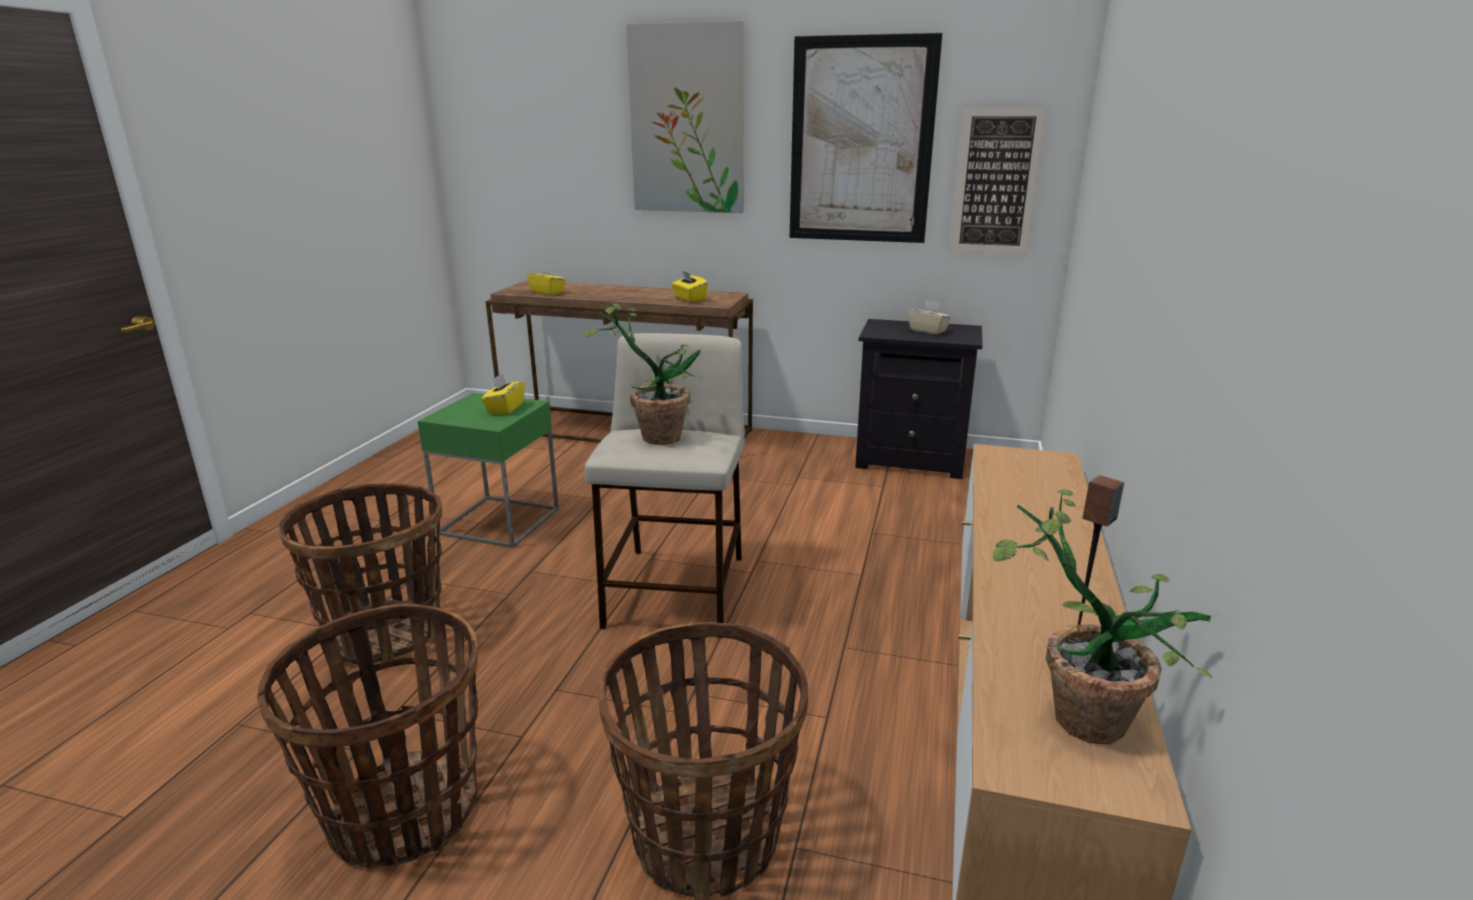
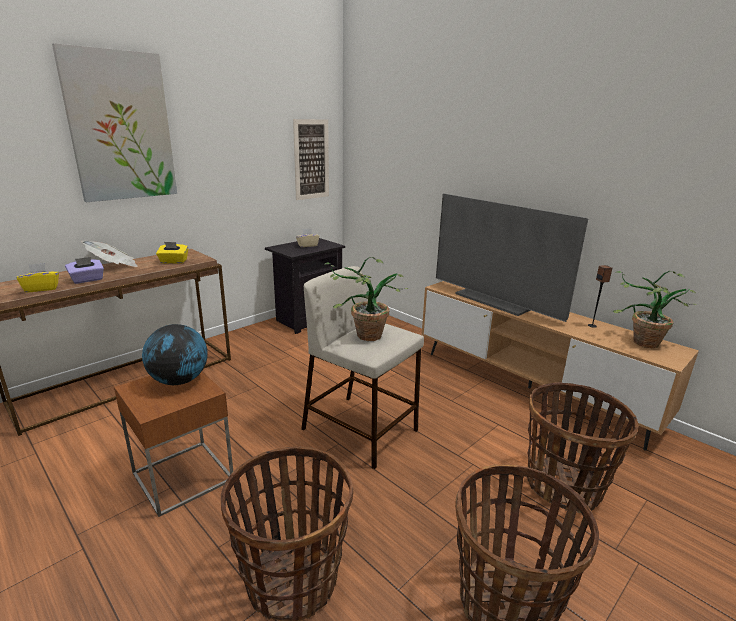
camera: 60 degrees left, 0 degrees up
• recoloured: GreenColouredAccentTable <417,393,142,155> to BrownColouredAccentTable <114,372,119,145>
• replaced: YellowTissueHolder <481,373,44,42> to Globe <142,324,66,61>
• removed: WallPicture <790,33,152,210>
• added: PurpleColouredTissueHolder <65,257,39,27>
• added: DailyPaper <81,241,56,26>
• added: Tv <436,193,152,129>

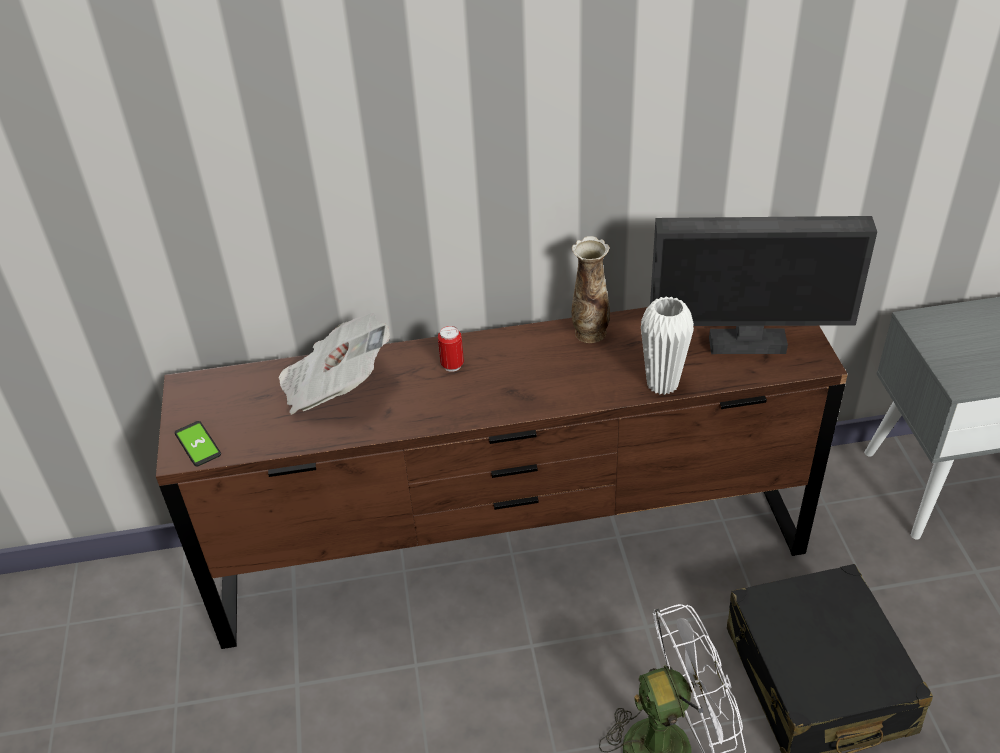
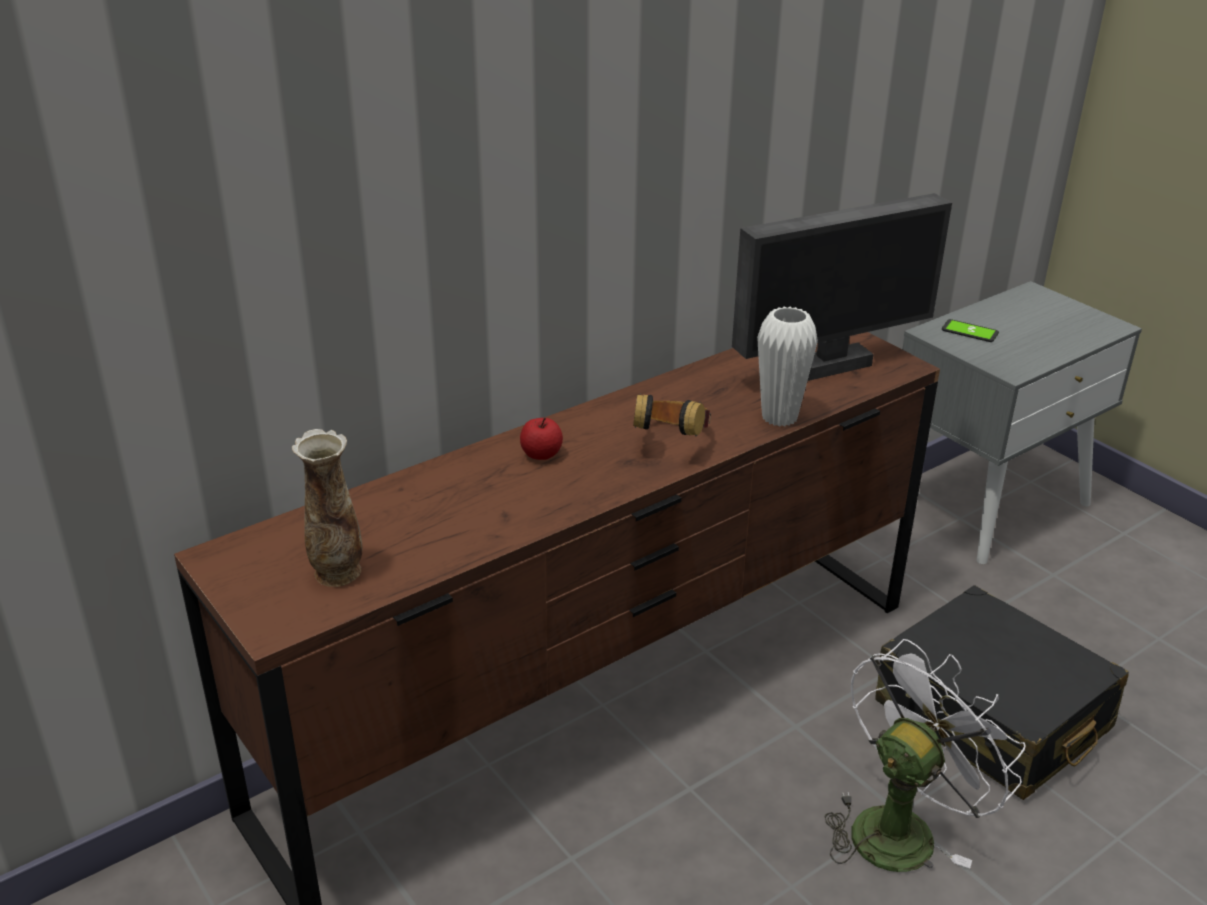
camera: 30 degrees left, 10 degrees down
• moved: Telephone <175,421,46,45> to <942,319,57,23>
• removed: DailyPaper <278,313,112,102>
• replaced: Can <438,326,26,46> to AppleFruit <520,417,43,43>
• moved: FlowerVase <572,236,38,107> to <292,429,70,158>
• added: Headphones <633,394,78,42>

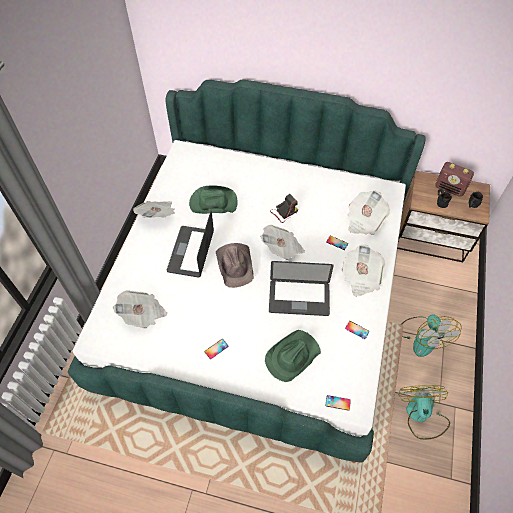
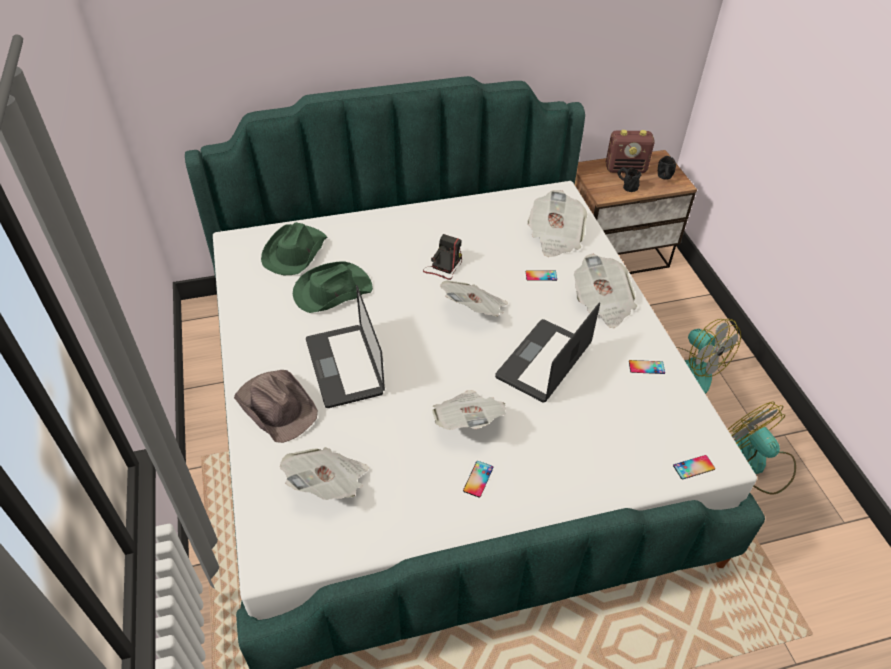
camera: 30 degrees left, 10 degrees down
• moved: DailyPaper <133,201,42,17> to <432,390,74,40>
• moved: BrownColouredClothingHat <216,243,38,45> to <234,370,84,73>
• moved: GreenColouredClothingHat <265,330,56,52> to <261,222,67,53>
• turned: Laptop <269,261,65,55> = <495,302,105,100> 150 degrees clockwise

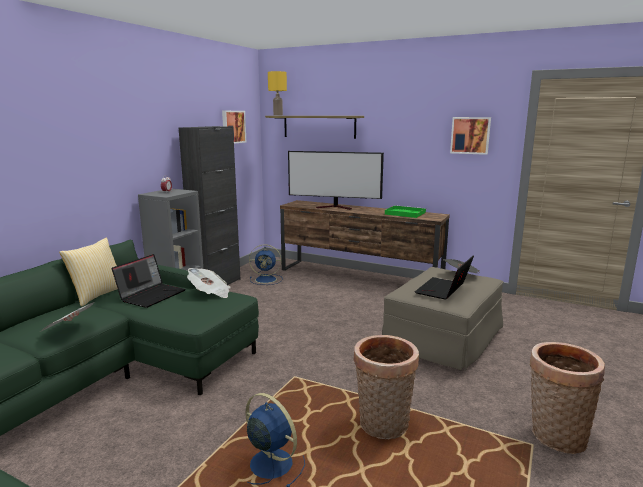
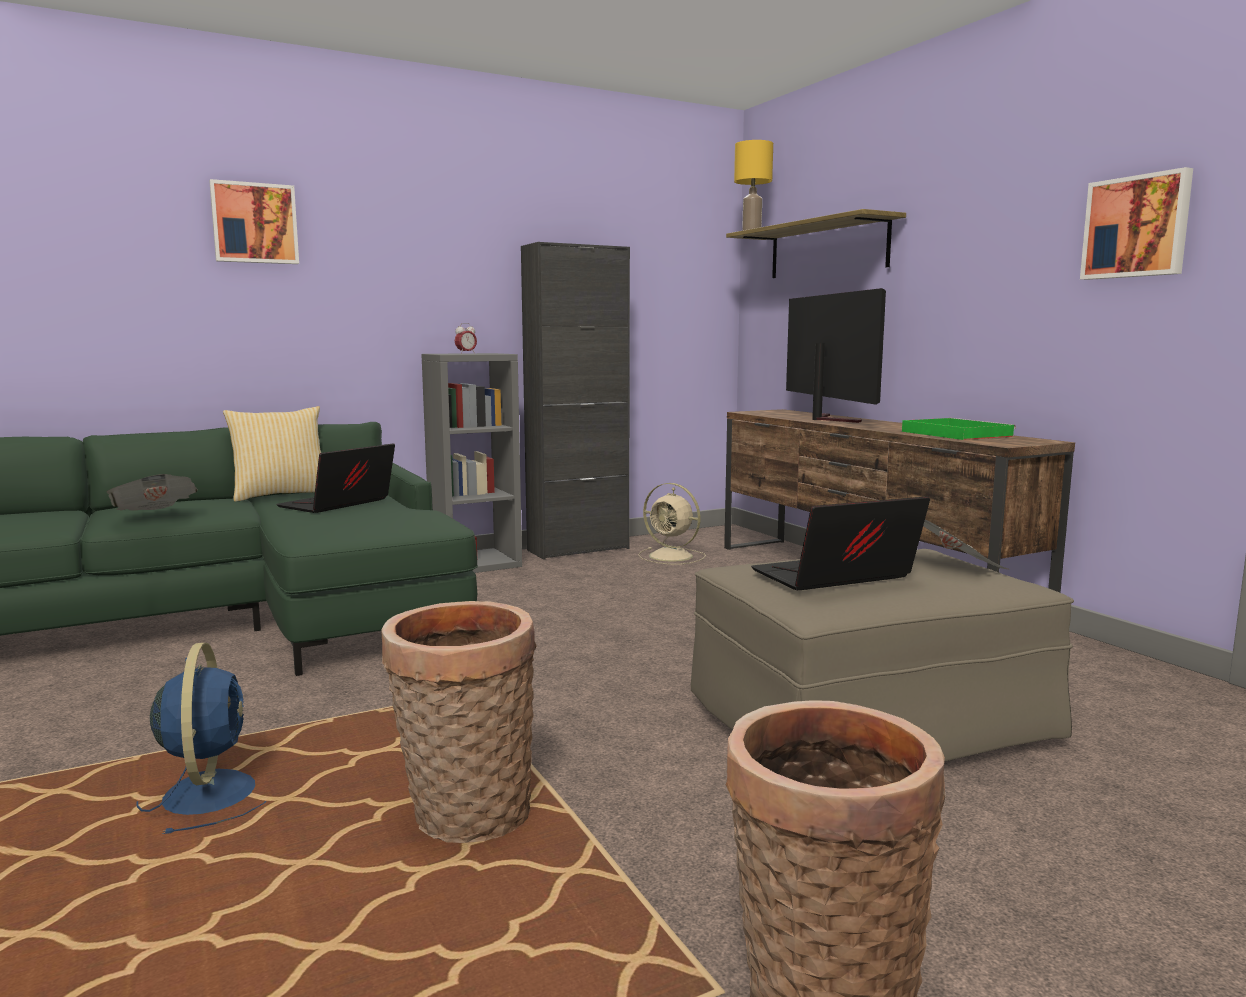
camera: 35 degrees right, 5 degrees down
• turned: Laptop <112,254,74,54> = <276,443,119,70> 150 degrees clockwise
• removed: DailyPaper <187,268,44,30>
• moved: WallPicture <222,111,24,33> to <209,179,90,85>
• recoloured: BlueColouredFan <249,244,33,41> to BeigeColouredFan <638,483,68,82>
• turned: Tv <288,151,96,59> = <786,288,100,135> 150 degrees counterclockwise

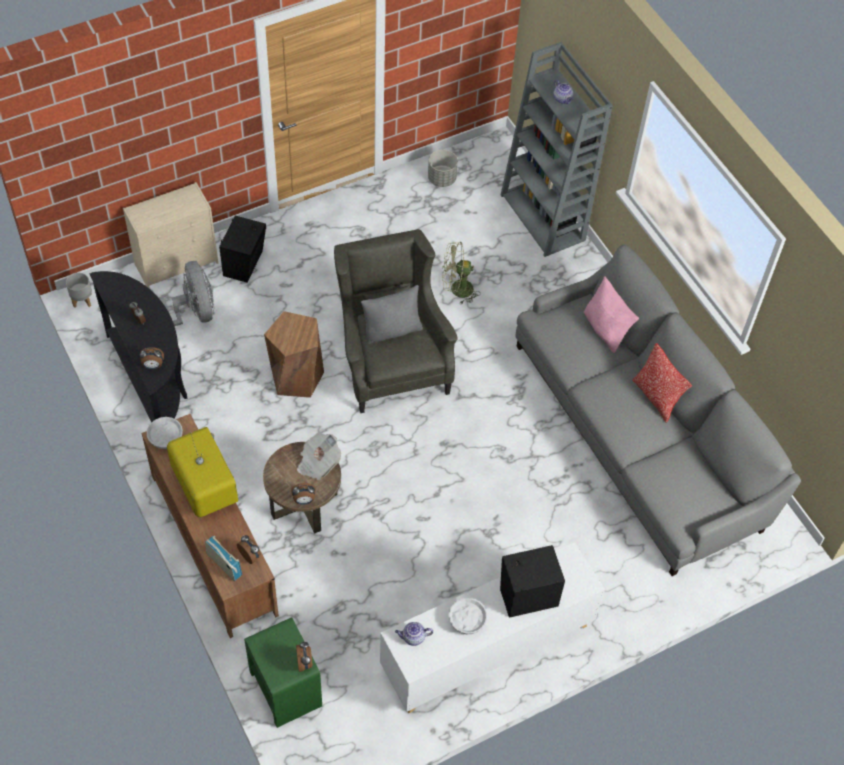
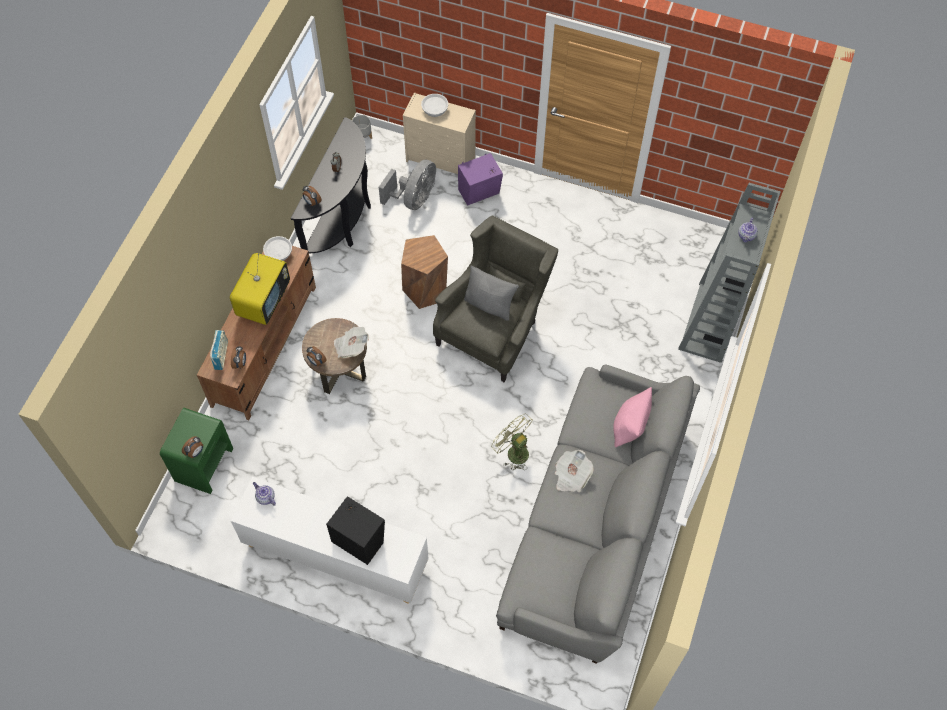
camera: 50 degrees right, 5 degrees up
• recoloured: BlackishAudioSpeaker <219,216,47,66> to PurpleColouredAudioSpeaker <458,153,45,53>
• removed: GreyishPlanter <428,150,30,37>
• moved: GreenColouredFan <442,242,39,62> to <491,414,42,56>
• moved: WhiteColouredBowl <449,598,38,36> to <421,94,27,23>
• removed: Pillow <632,343,60,80>
• added: DailyPaper <555,450,39,42>

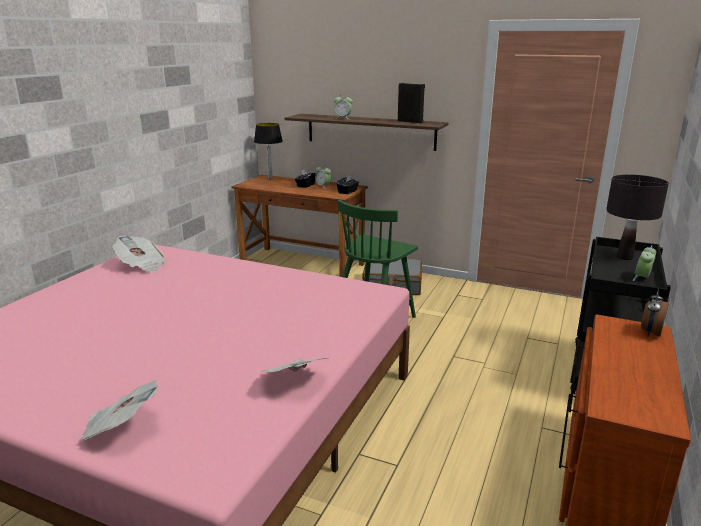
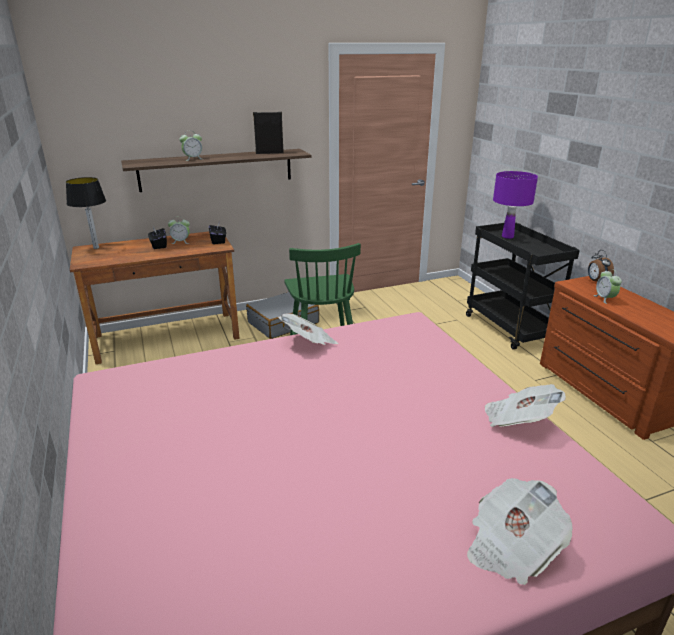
camera: 45 degrees left, 5 degrees up
• moved: DailyPaper <112,235,55,38> to <278,313,61,32>
• recoloured: BlackishLampForATable <606,175,63,85> to PurpleColouredLampForATable <493,171,45,68>
• moved: AlarmClock <633,245,23,36> to <594,269,28,35>

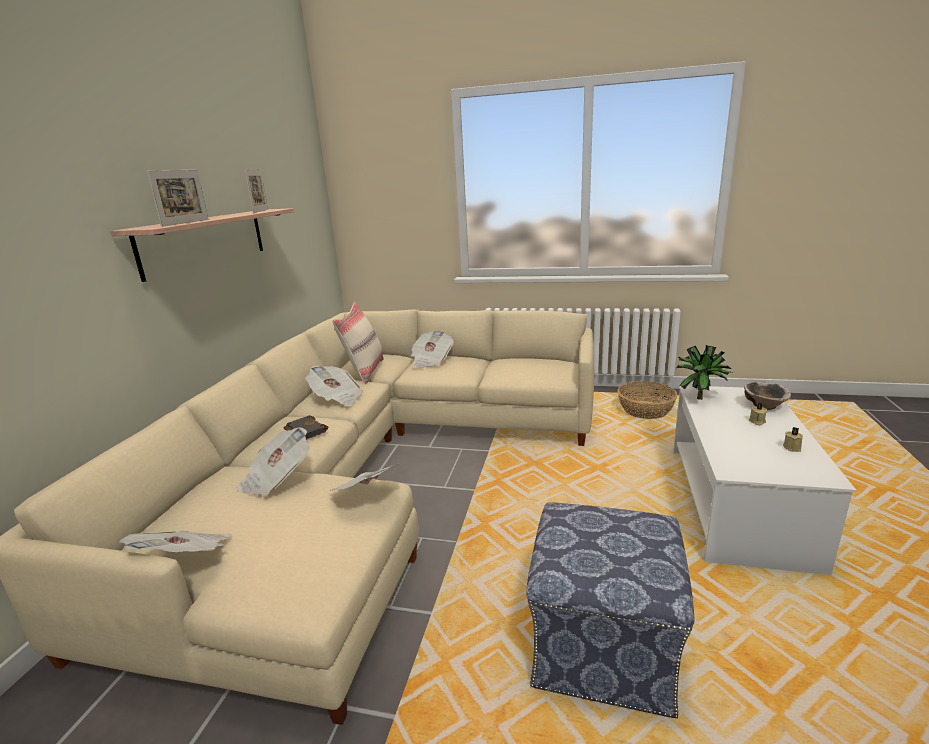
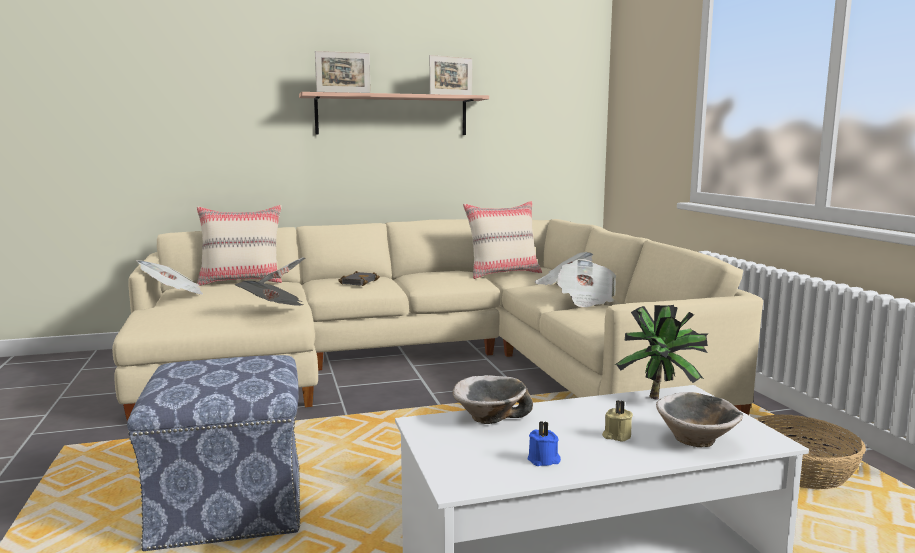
camera: 60 degrees right, 10 degrees down
• moved: DailyPaper <306,366,57,40> to <556,259,60,48>
• recoloured: BeigeColouredCandle <783,427,20,25> to BlueColouredCandle <528,421,33,45>
• added: BeigeColouredPillow <197,205,85,81>
• added: Bowl <453,375,80,49>

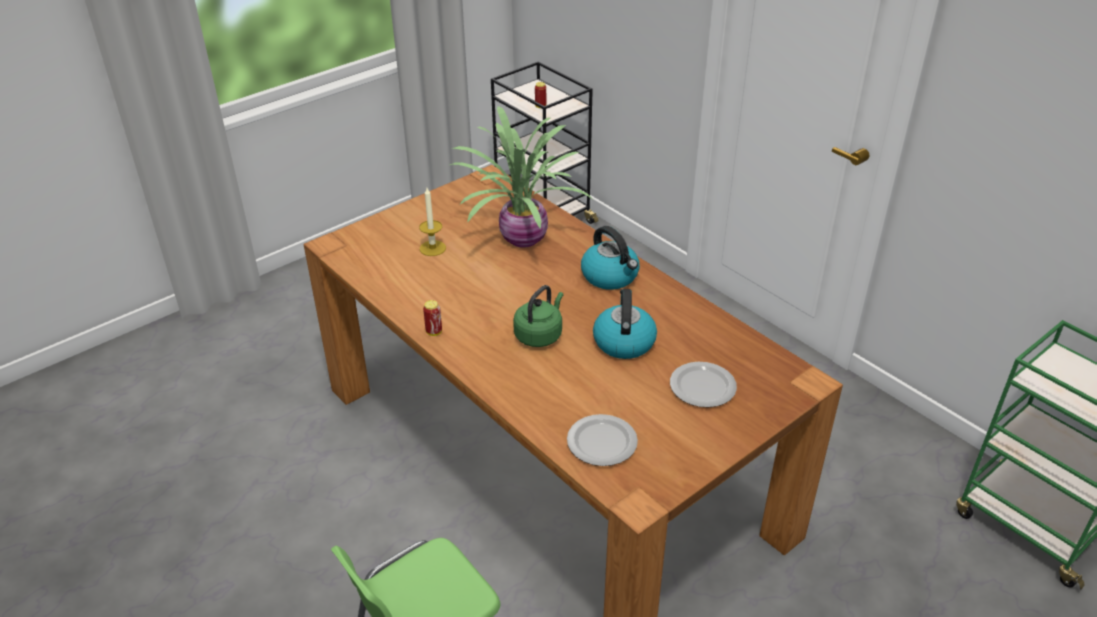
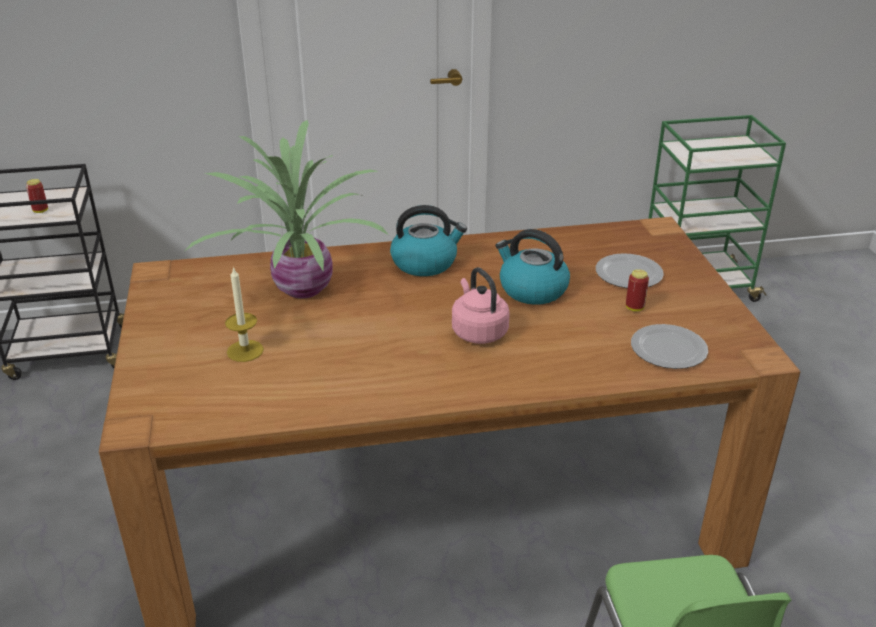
camera: 60 degrees left, 5 degrees down
• moved: Can <423,300,19,36> to <626,269,23,43>
• recoloured: GreenColouredWaterKettle <513,285,50,62> to PinkColouredWaterKettle <452,267,58,77>

